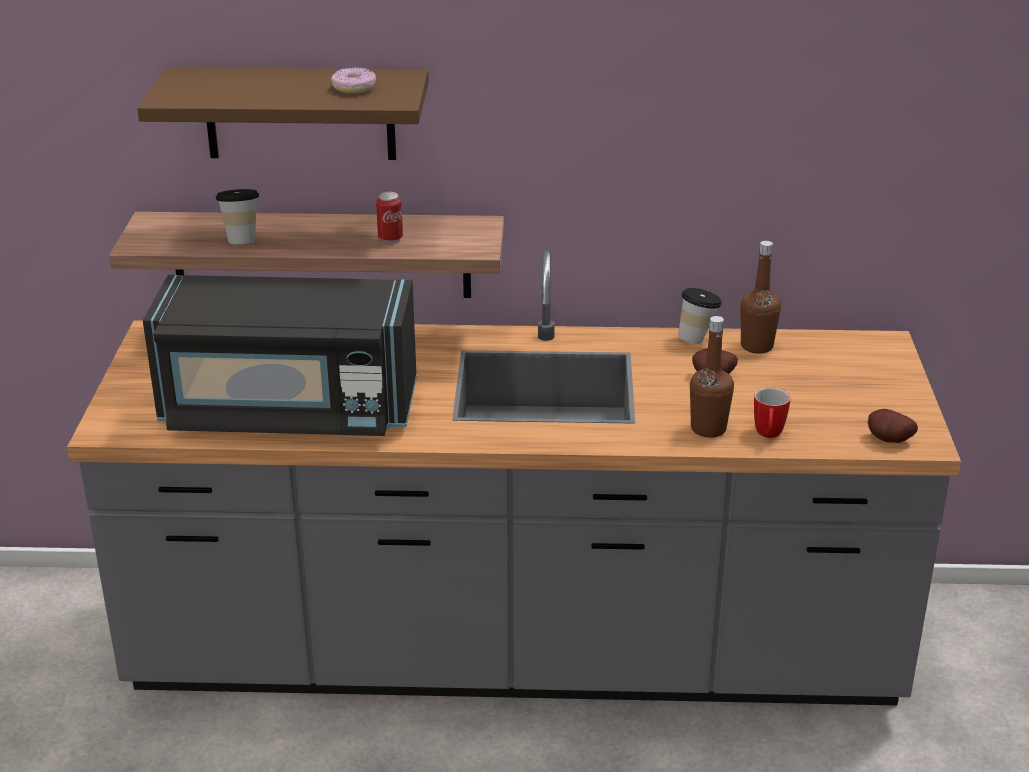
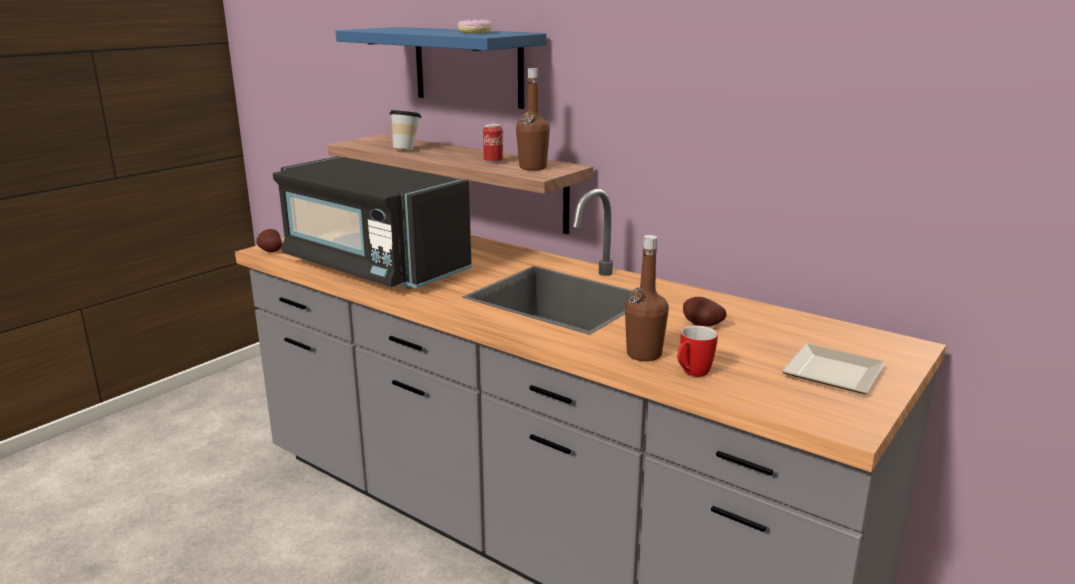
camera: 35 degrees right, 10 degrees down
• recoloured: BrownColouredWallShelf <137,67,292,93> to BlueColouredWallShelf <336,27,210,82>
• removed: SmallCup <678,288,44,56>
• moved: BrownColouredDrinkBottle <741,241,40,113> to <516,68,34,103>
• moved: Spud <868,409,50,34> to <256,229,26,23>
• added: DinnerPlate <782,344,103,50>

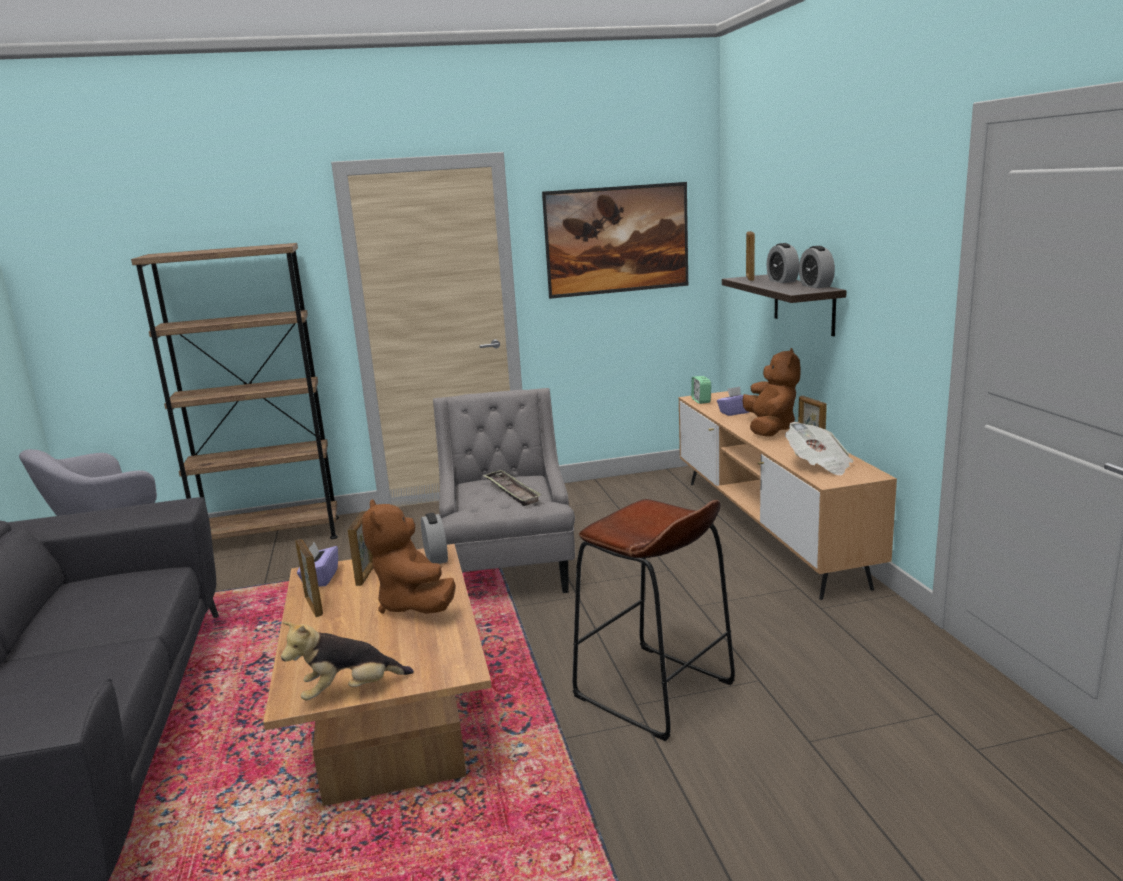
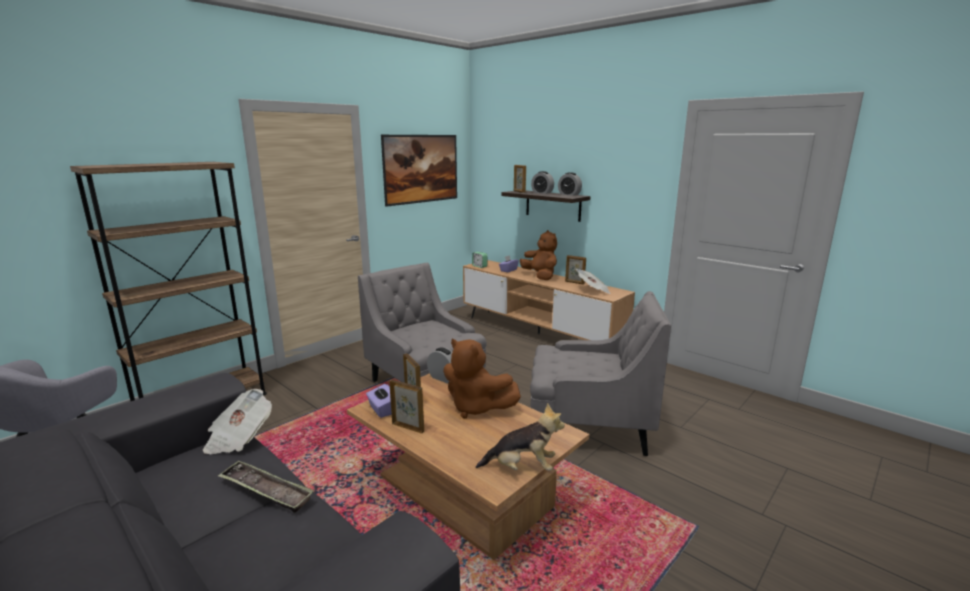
camera: 35 degrees left, 0 degrees up
• turned: SoftToy <281,622,133,78> = <476,403,89,68> 120 degrees counterclockwise
• moved: Tray <483,470,59,36> to <218,460,96,53>
• replaced: BrownColouredSittingStool <572,499,163,242> to GreyishEasyChair <530,291,141,165>
• added: DailyPaper <203,389,69,65>

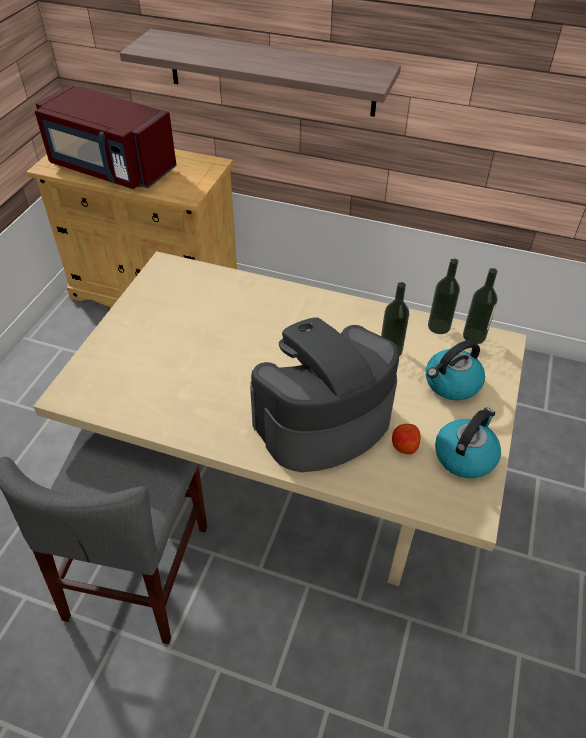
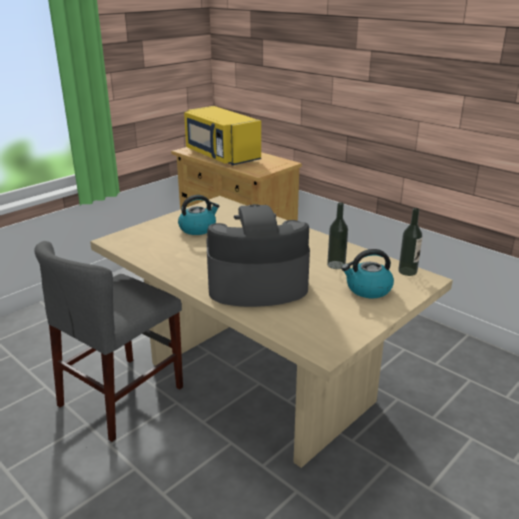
camera: 25 degrees right, 20 degrees down
• recoloured: RedMicrowaveOven <35,85,142,104> to YellowMicrowaveOven <184,106,77,59>
• removed: WallShelf <120,29,281,88>
• removed: AppleFruit <392,424,29,30>
• removed: DrinkBottle <428,258,32,76>
• moved: WaterKettle <435,407,66,71> to <178,195,41,40>

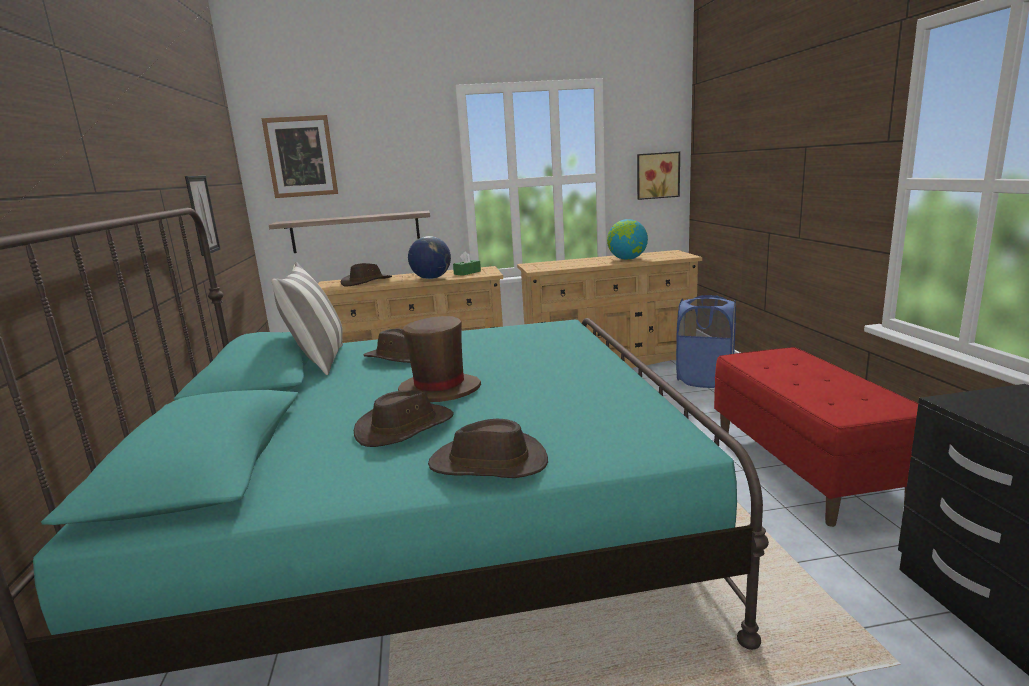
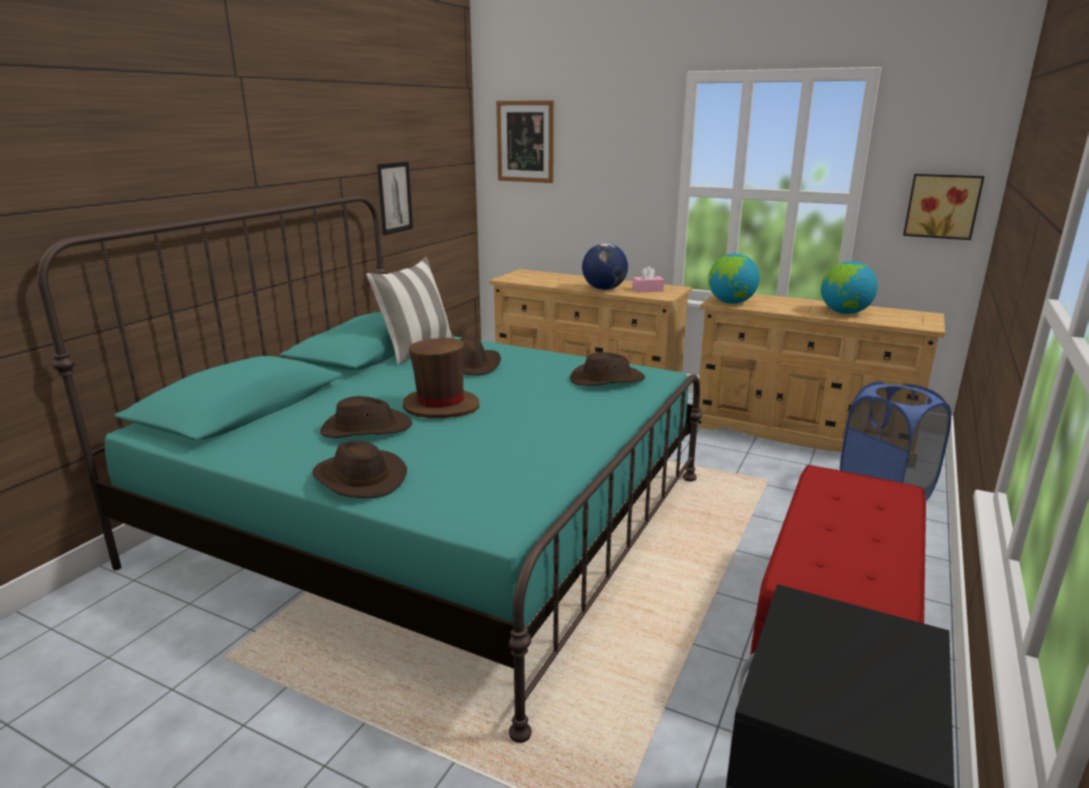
camera: 35 degrees right, 5 degrees up
• removed: WallShelf <269,211,161,42>
• moved: BrownColouredClothingHat <341,263,51,23> to <570,352,75,34>
• recoloured: GreenColouredTissueHolder <453,252,28,24> to PinkColouredTissueHolder <632,266,32,27>
• added: Globe <708,254,52,50>

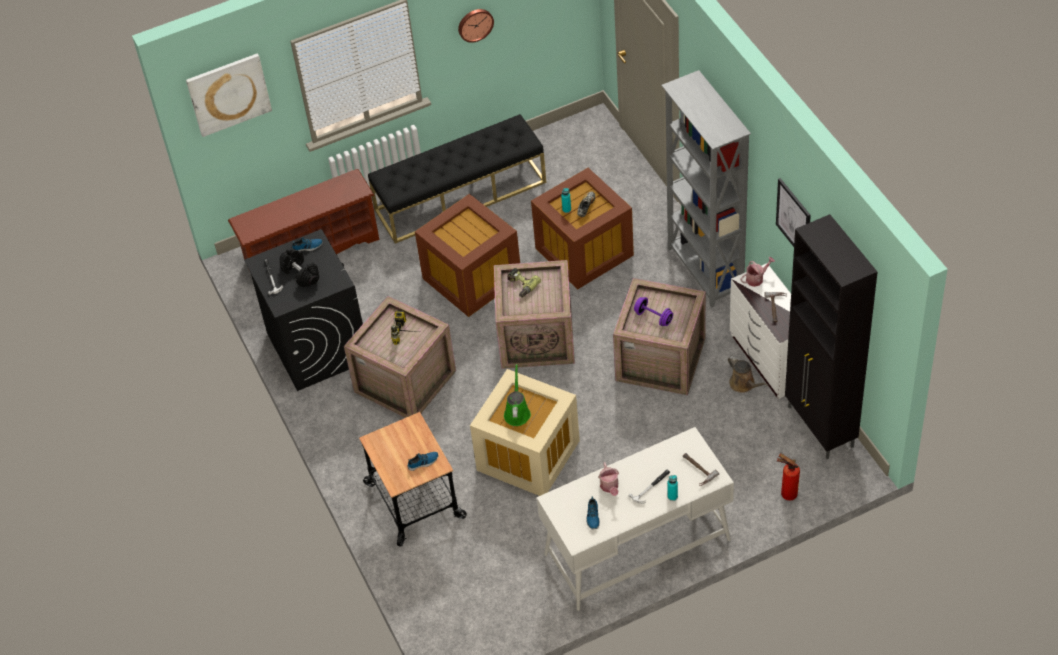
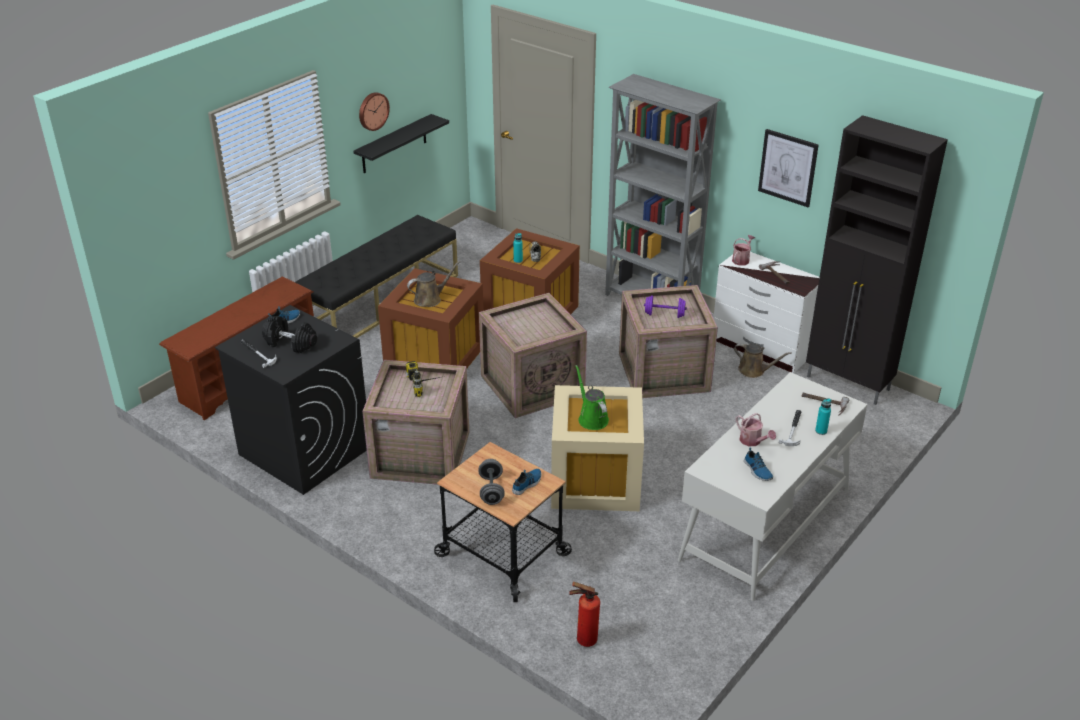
camera: 30 degrees left, 15 degrees down
• removed: WallPicture <186,53,86,84>
• removed: PowerDrill <507,268,34,29>
• moved: FireExtinguisher <777,453,23,47> to <569,582,31,65>
• added: BlackishWallShelf <353,114,96,59>
• added: BrownColouredWateringPot <407,261,53,46>
• added: GreyishDumbbell <478,459,27,46>

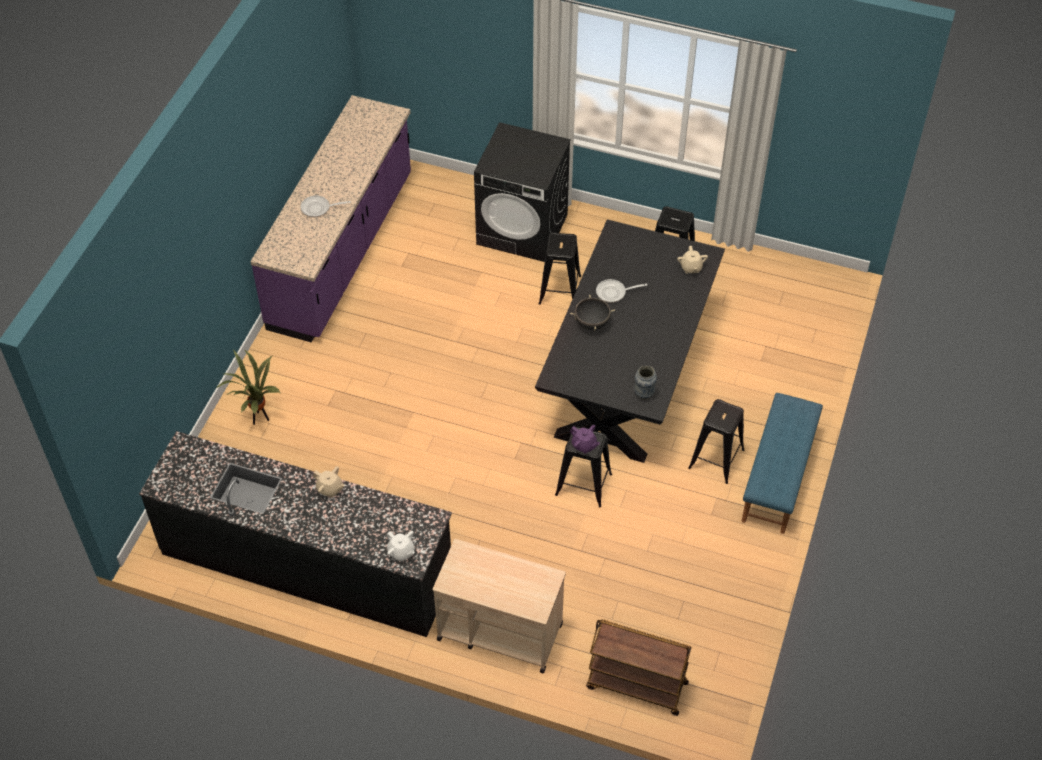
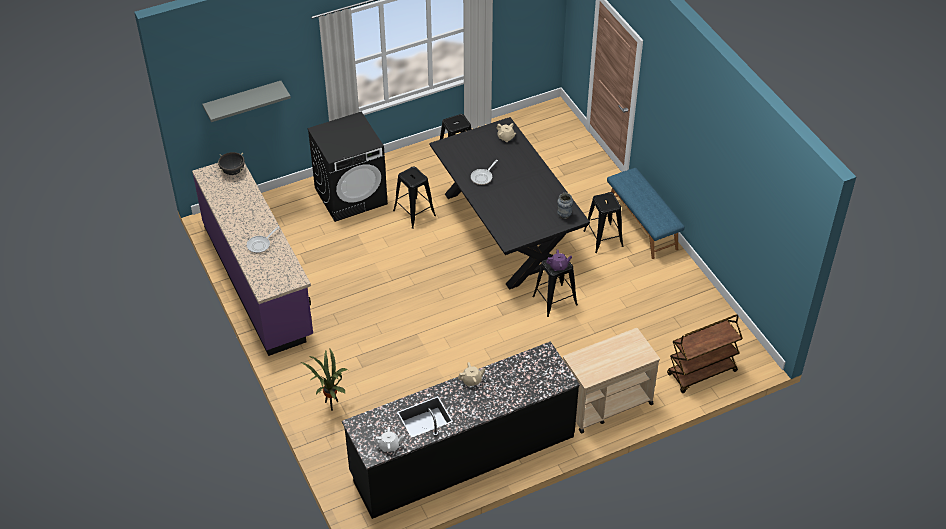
camera: 45 degrees left, 5 degrees down
• moved: WhiteColouredTeaPot <386,531,29,30> to <374,427,30,25>
• moved: BlackishStockpot <570,295,45,36> to <218,152,27,23>
• added: GreyishWallShelf <202,81,89,41>

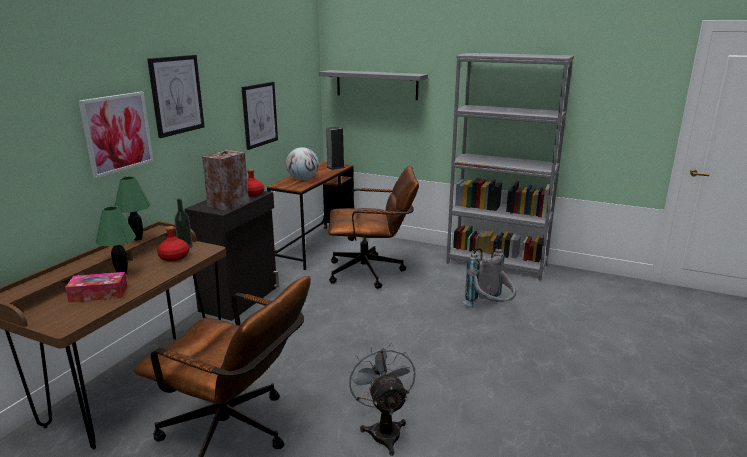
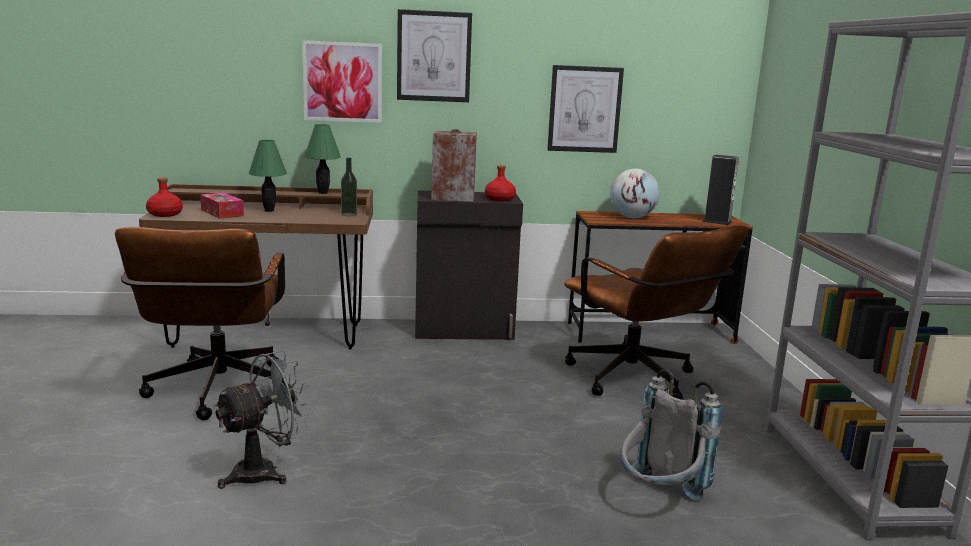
camera: 60 degrees right, 5 degrees down
• moved: RedDrinkBottle <157,226,32,36> to <146,178,37,39>
• removed: GreyishWallShelf <319,70,109,30>

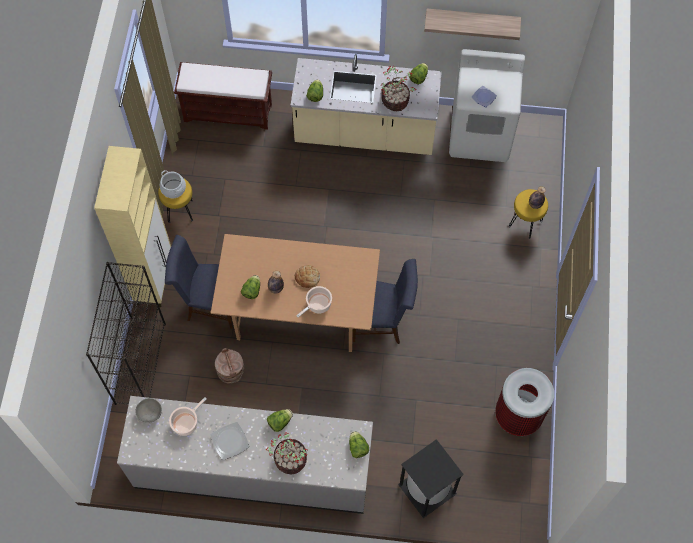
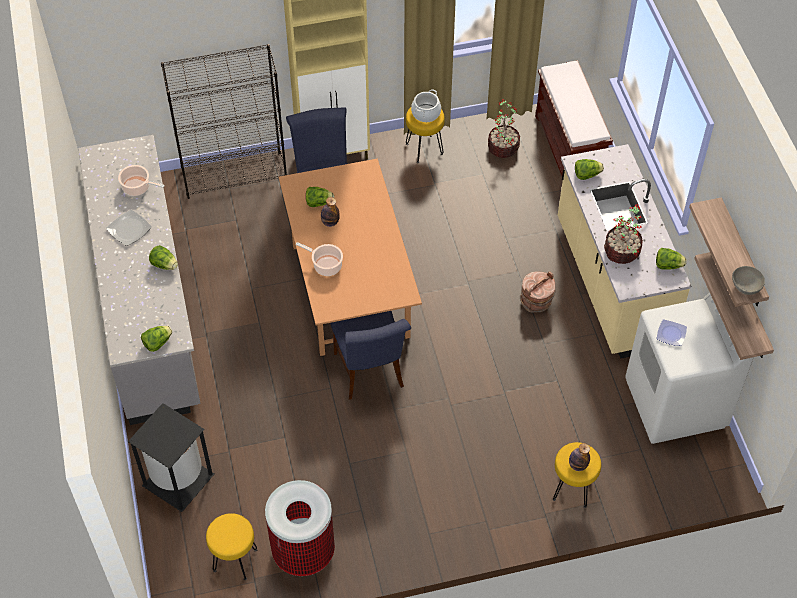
camera: 70 degrees right, 10 degrees down
• moved: GreyishBowl <135,398,27,24> to <732,266,33,29>
• moved: BrownColouredBucket <215,348,29,35> to <520,271,35,42>
• moved: PlantInAPot <266,432,42,42> to <488,100,32,58>
• removed: Bread <295,265,25,23>
• added: YellowSittingStool <206,513,51,67>
• added: WallShelf <694,252,80,108>

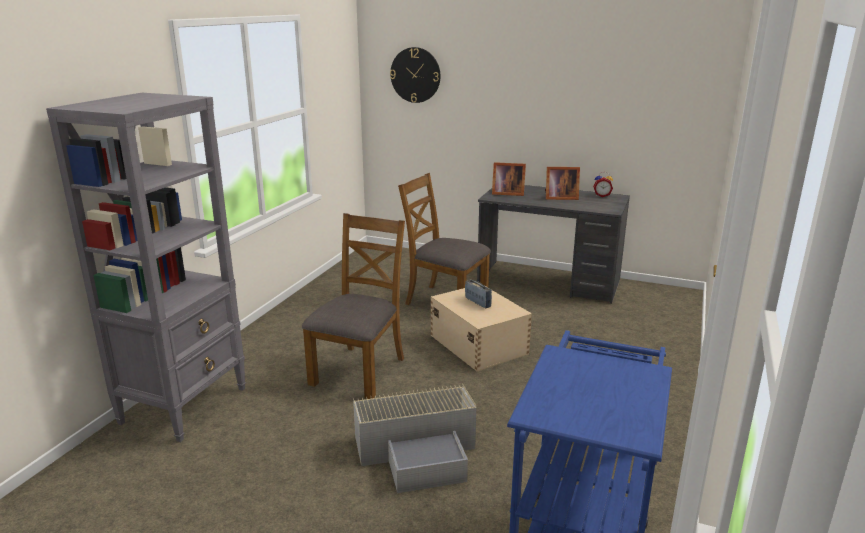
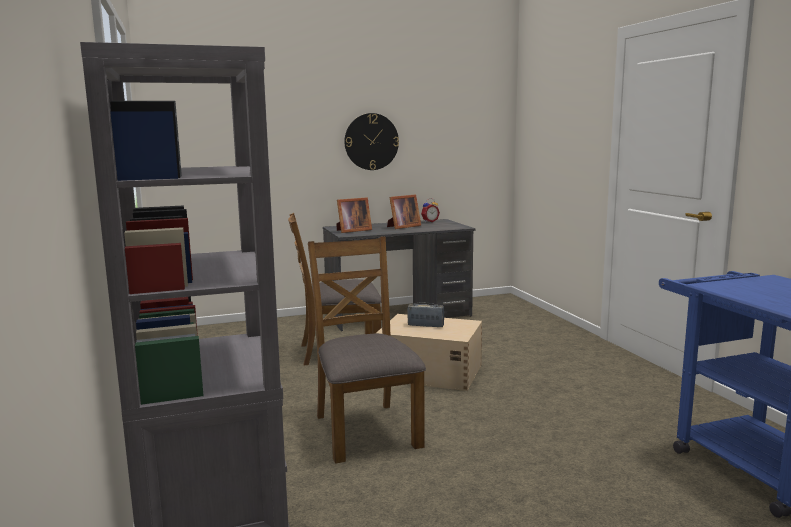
camera: 40 degrees left, 10 degrees down
• removed: GreyishStorageBin <353,384,124,109>
• moved: HangingClock <390,47,51,56> to <344,113,55,57>

